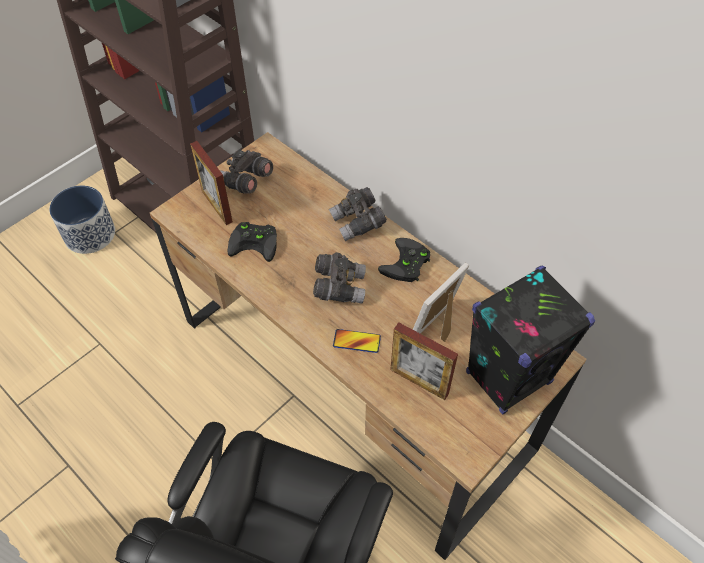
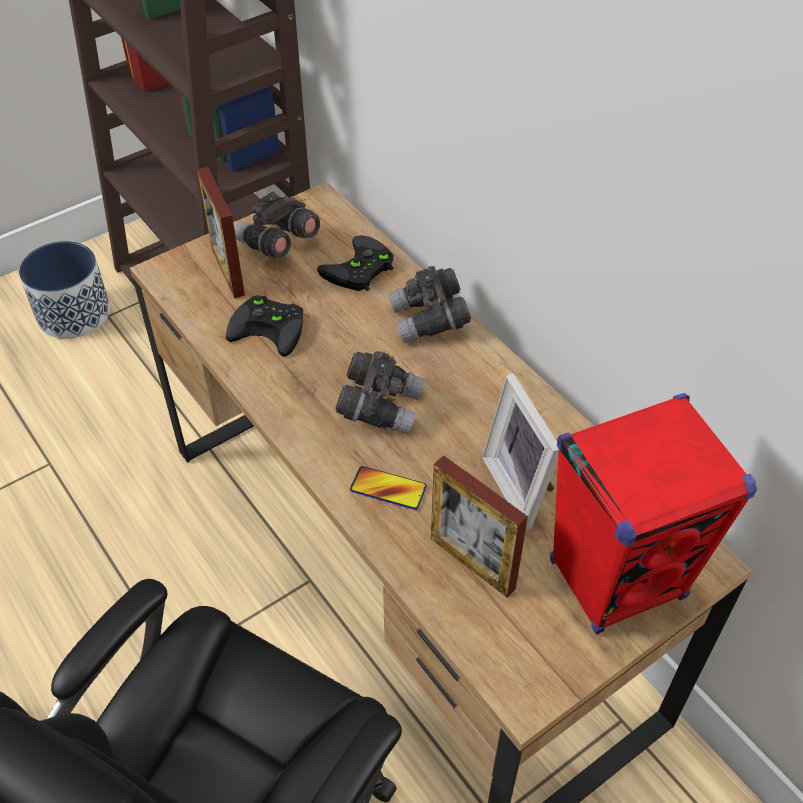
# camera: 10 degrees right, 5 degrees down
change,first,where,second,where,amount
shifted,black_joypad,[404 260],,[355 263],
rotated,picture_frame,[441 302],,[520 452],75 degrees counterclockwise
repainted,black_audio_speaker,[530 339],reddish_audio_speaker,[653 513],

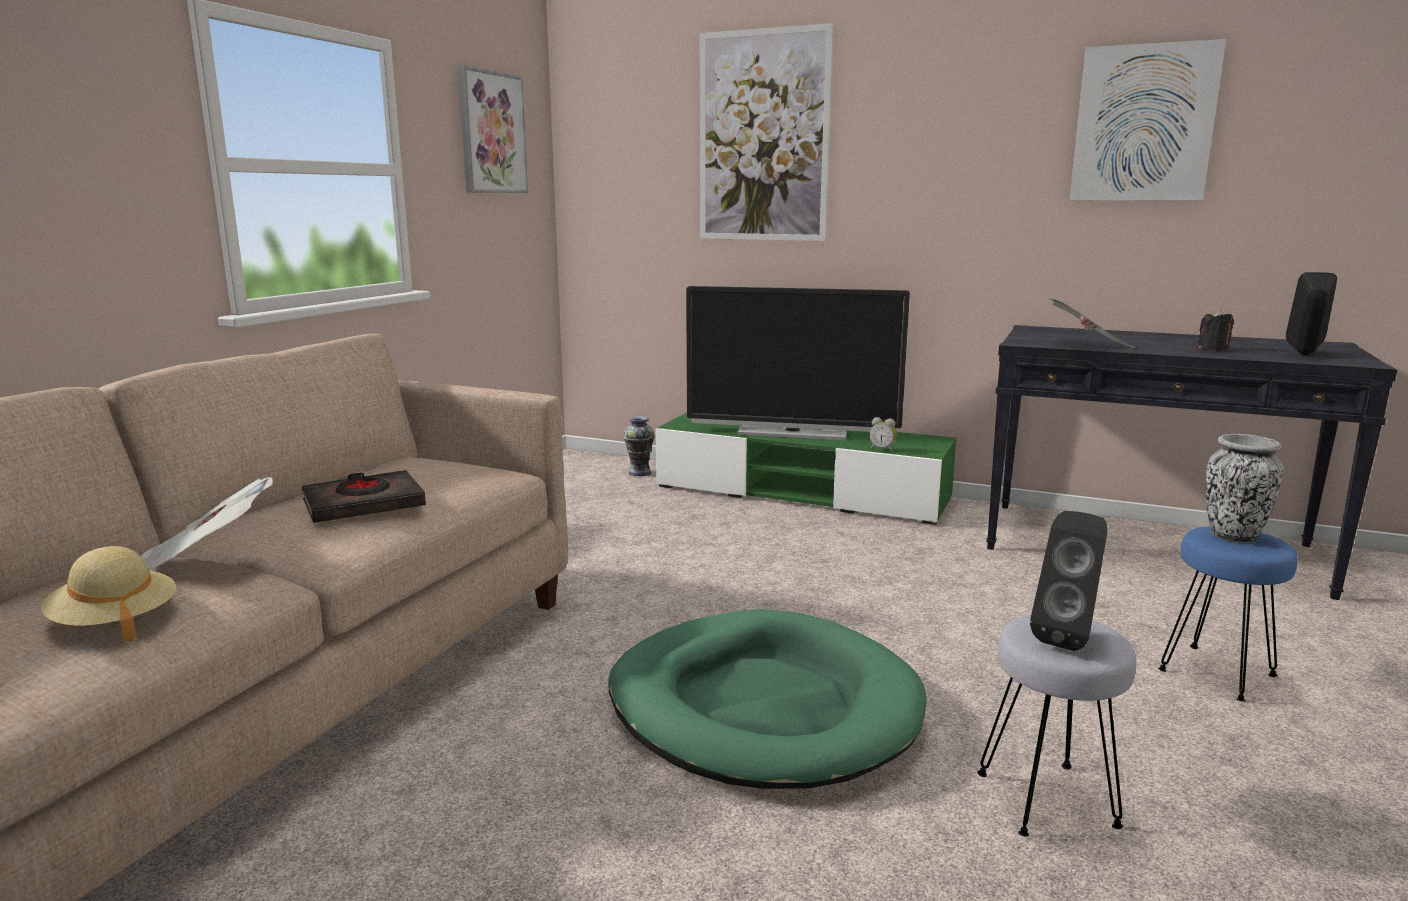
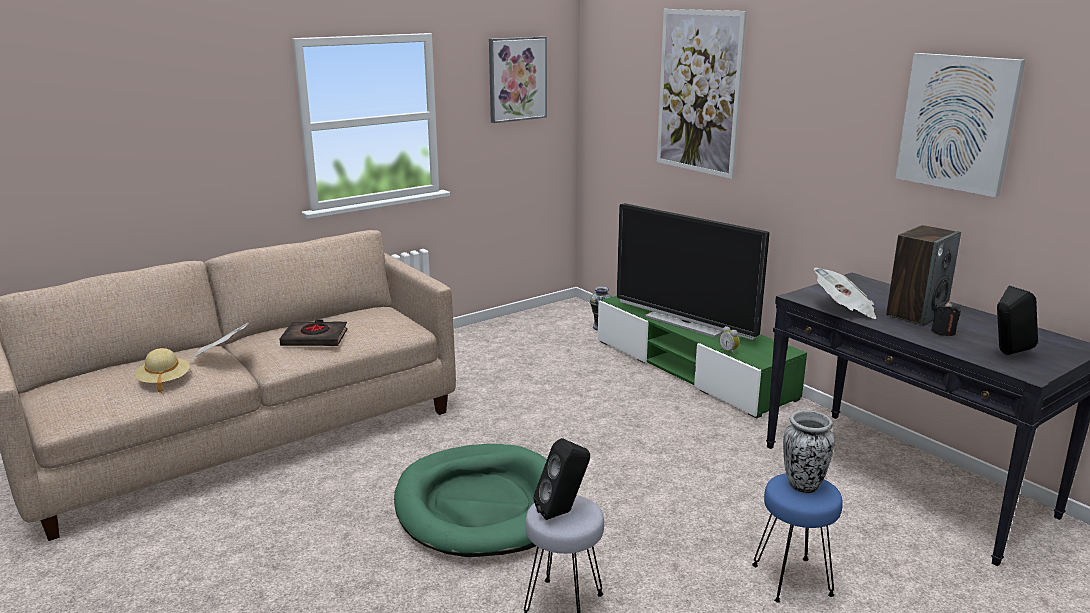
# camera: 30 degrees right, 5 degrees up
change,first,where,second,where,amount
new,,,audio_speaker,[923 275],

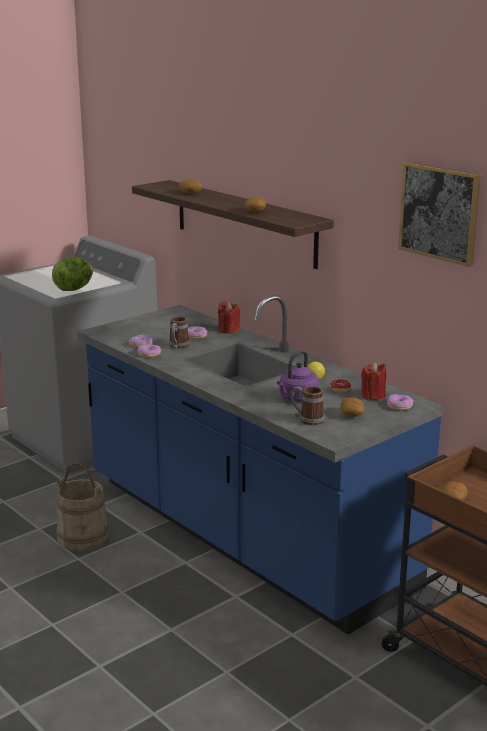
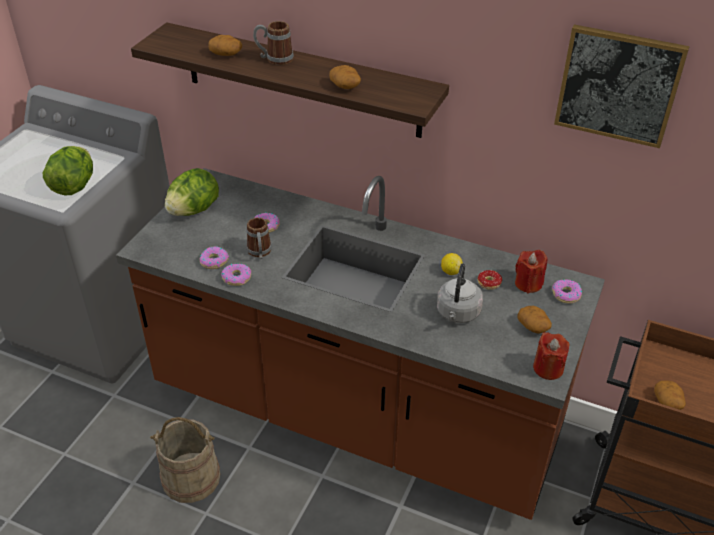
# camera: 25 degrees left, 20 degrees up
change,first,where,second,where,amount
repainted,bluish_kitchen_counter,[260 464],brown-coloured_kitchen_counter,[360 344],
new,,,lettuce,[192 192],
shifted,tea_mug,[307 406],,[273 43],
repainted,purple_tea_kettle,[298 376],greyish_tea_kettle,[460 293],
shifted,reddish_candle,[229 317],,[551 356],

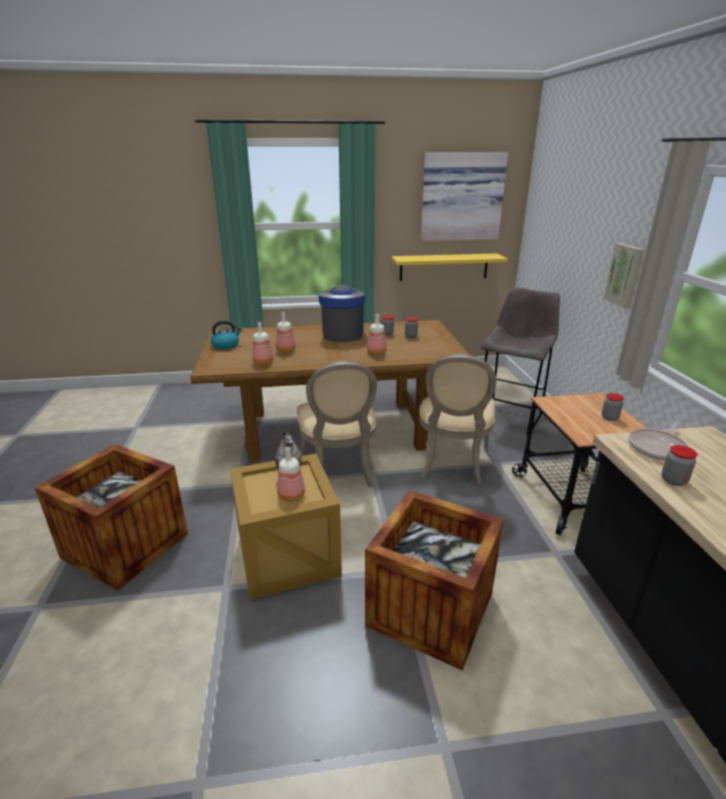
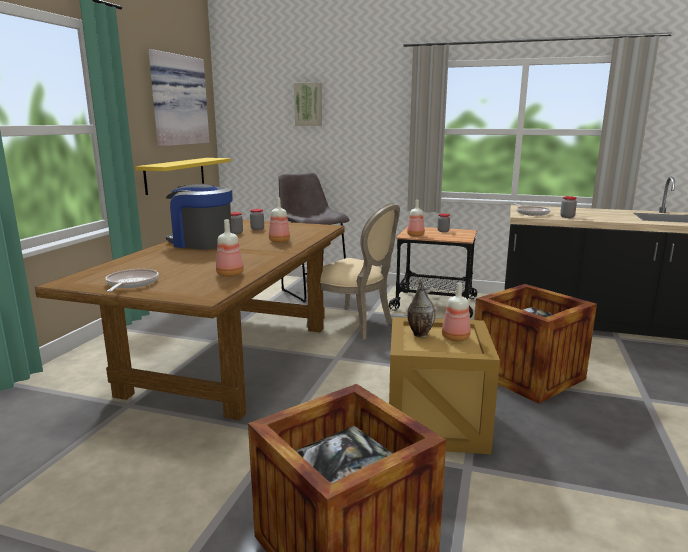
# camera: 65 degrees left, 10 degrees down
change,first,where,second,where,amount
swapped,tea_kettle,[226 335],frying_pan,[132 280],
shifted,wall_picture,[624 276],,[308 104],
shifted,drink_bottle,[286 332],,[416 218],
gone,sand-coloured_chair,[337 423],,,

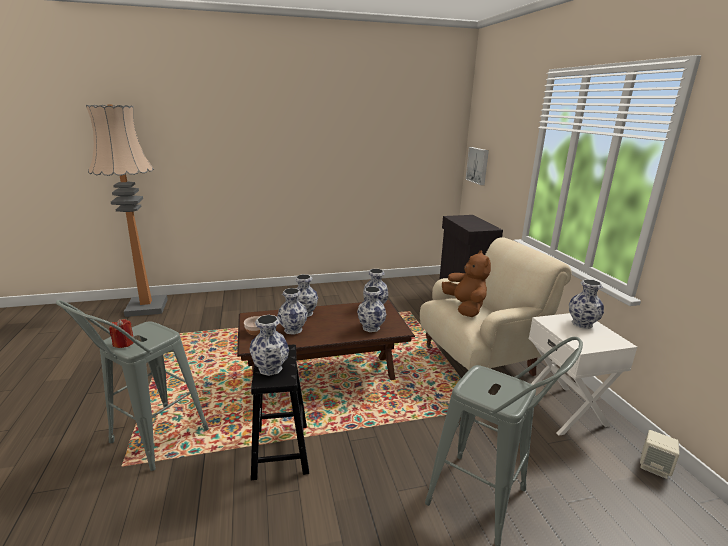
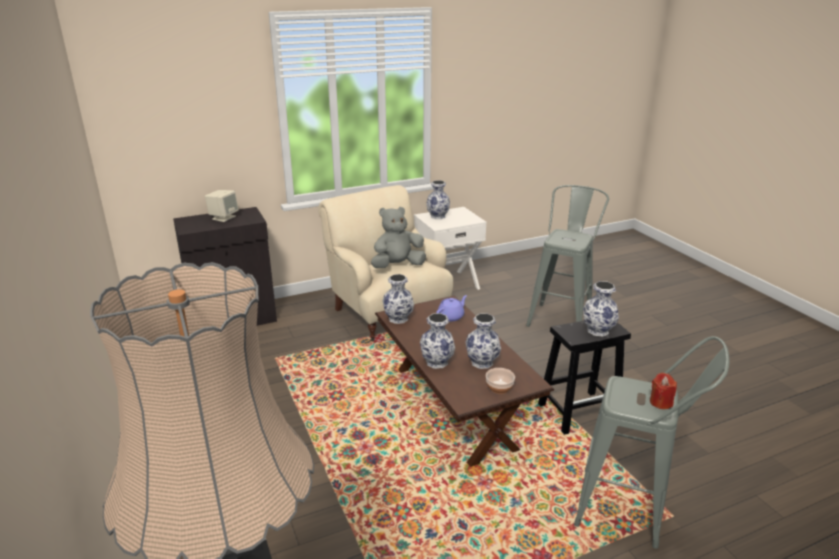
# camera: 100 degrees left, 5 degrees up
change,first,where,second,where,amount
shifted,sand-coloured_audio_speaker,[659 454],,[222 206],
repainted,brown-coloured_plush_toy,[466 283],greyish_plush_toy,[398 237],
swapped,vase,[372 309],purple_pot_for_tea,[451 308],
gone,wall_picture,[477 166],,,

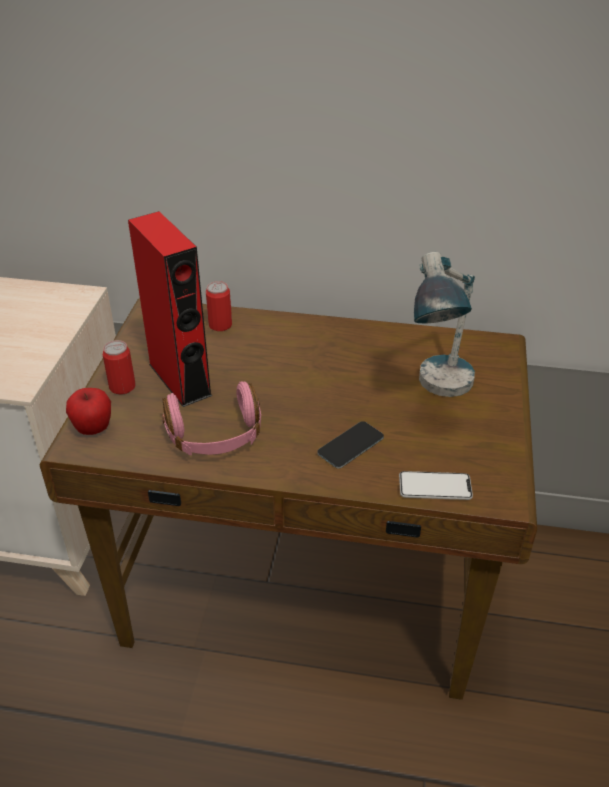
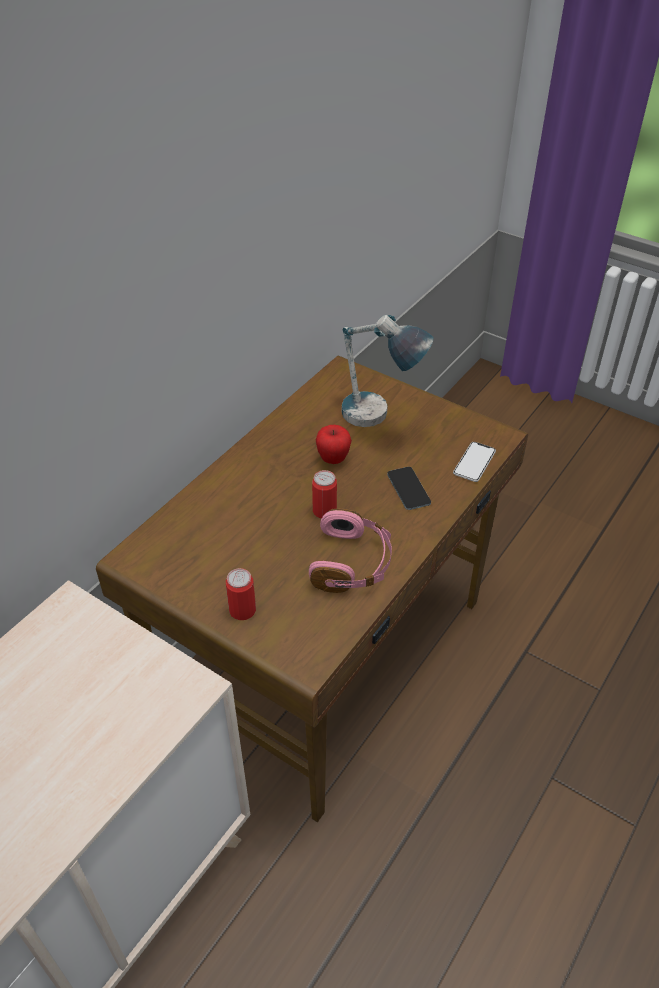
# camera: 65 degrees left, 5 degrees up
change,first,where,second,where,amount
shifted,sealed_can,[219 306],,[324 494],
shifted,apple,[88 411],,[334 444],
gone,reddish_audio_speaker,[170 309],,,

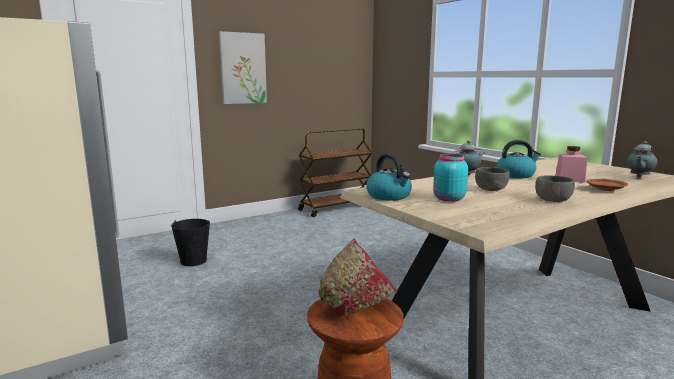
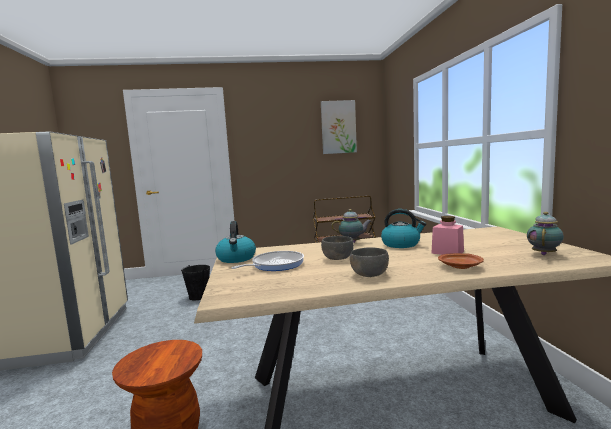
# camera: 25 degrees right, 5 degrees down
change,first,where,second,where,amount
swapped,turquoise_storage_jar,[450 178],frying_pan,[267 261],
shifted,wall_picture,[243 67],,[339 127],
rotated,pot_for_tea,[642 159],,[545 233],150 degrees clockwise
gone,reddish_bowl,[357 277],,,

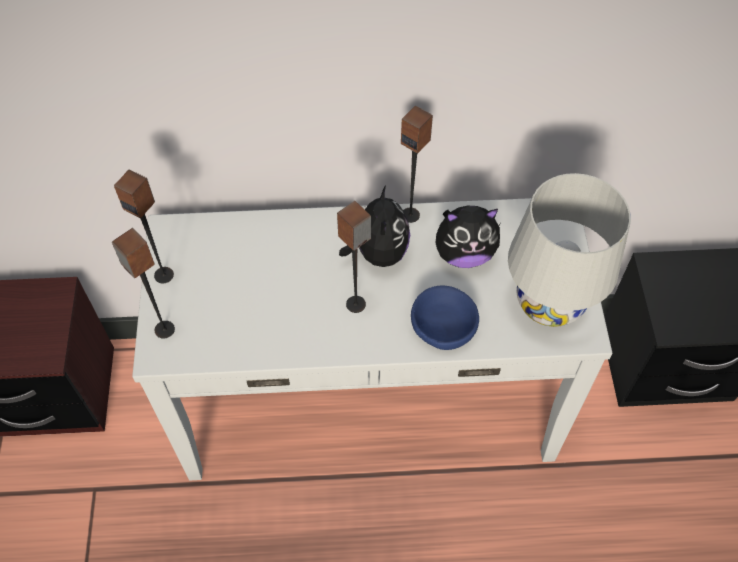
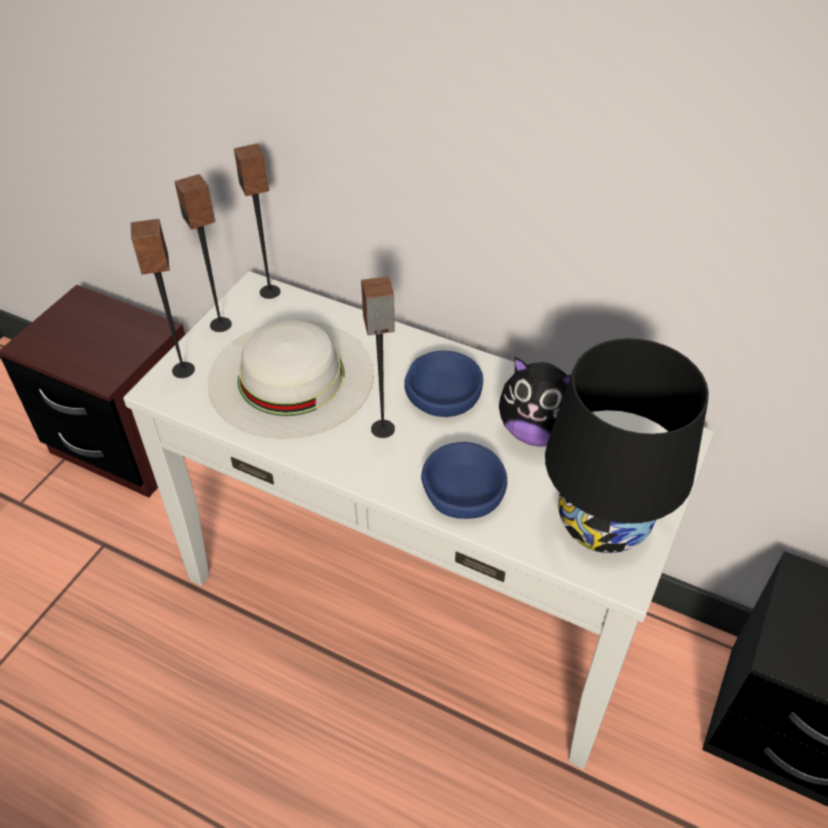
# camera: 30 degrees right, 10 degrees down
change,first,where,second,where,amount
new,,,white_wearable_hat,[291 379],
shifted,audio_speaker,[417 164],,[257 221],
swapped,plush_toy,[374 226],bluish_bowl,[443 383],
repainted,white_lamp_for_a_table,[569 250],black_lamp_for_a_table,[627 445],

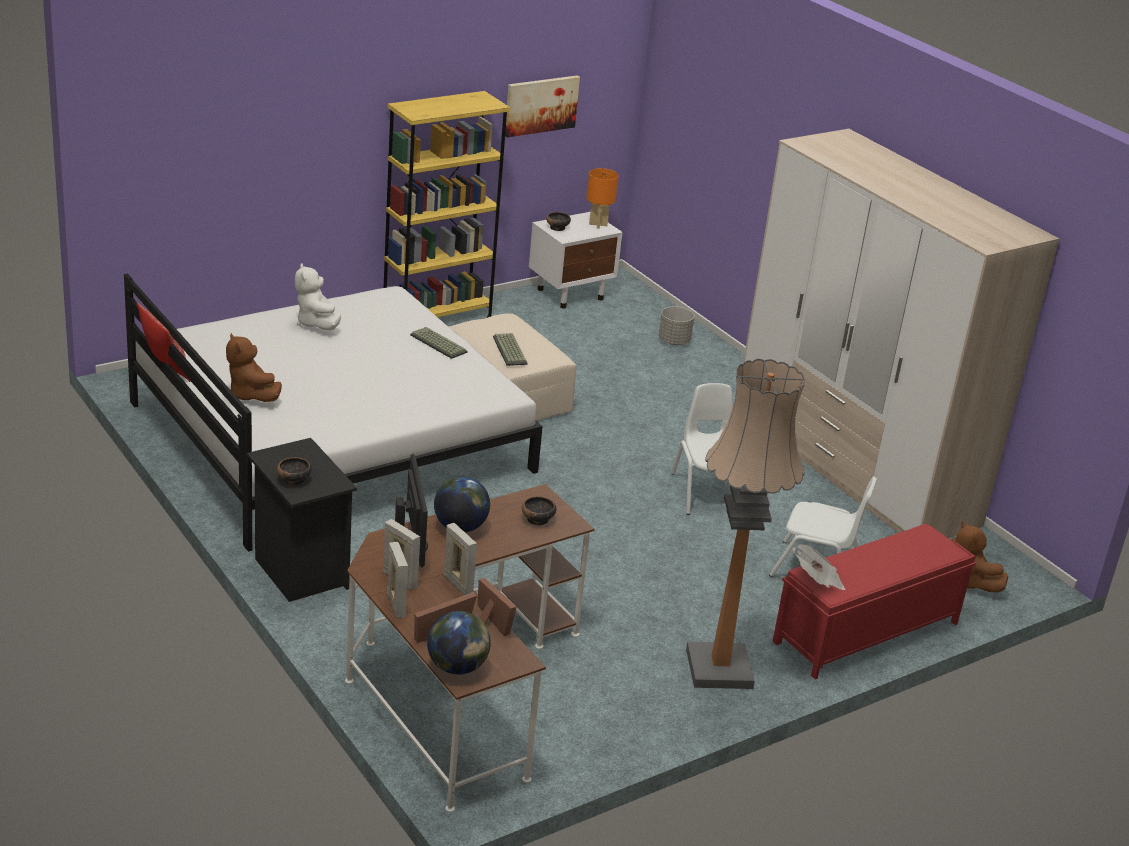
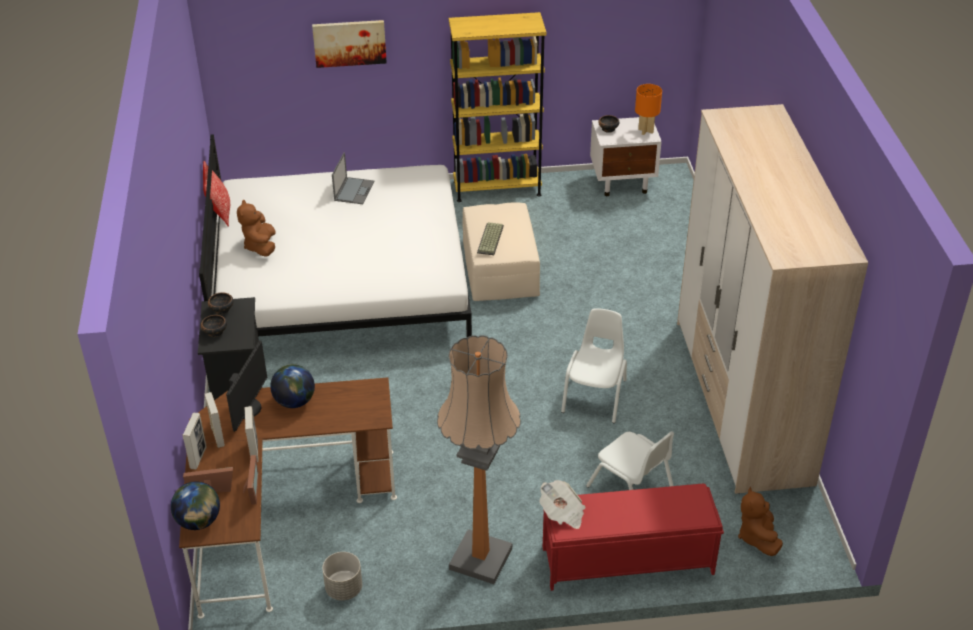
# camera: 30 degrees right, 10 degrees up
change,first,where,second,where,amount
shifted,bowl,[539 511],,[221 303],
shifted,wall_picture,[542 106],,[349 44],
shifted,greyish_flower_pot,[676 325],,[342 576],
swapped,white_plush_toy,[318 296],notebook_computer,[353 178],
gone,keyboard,[438 343],,,

